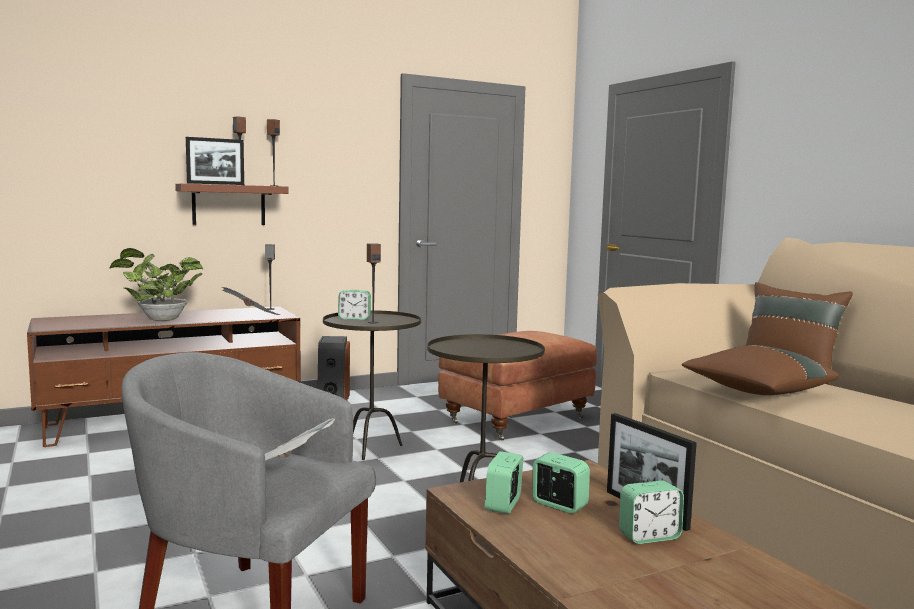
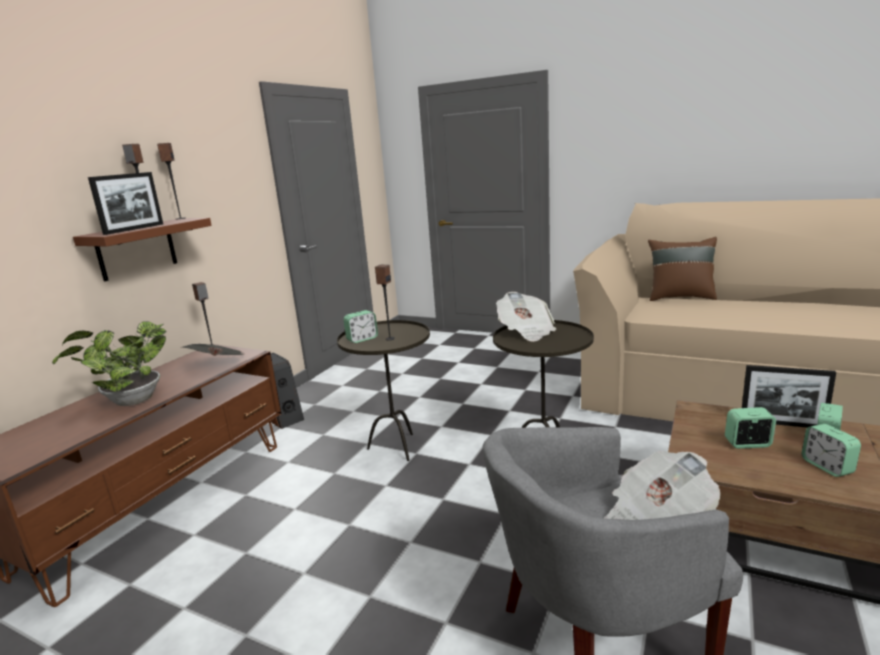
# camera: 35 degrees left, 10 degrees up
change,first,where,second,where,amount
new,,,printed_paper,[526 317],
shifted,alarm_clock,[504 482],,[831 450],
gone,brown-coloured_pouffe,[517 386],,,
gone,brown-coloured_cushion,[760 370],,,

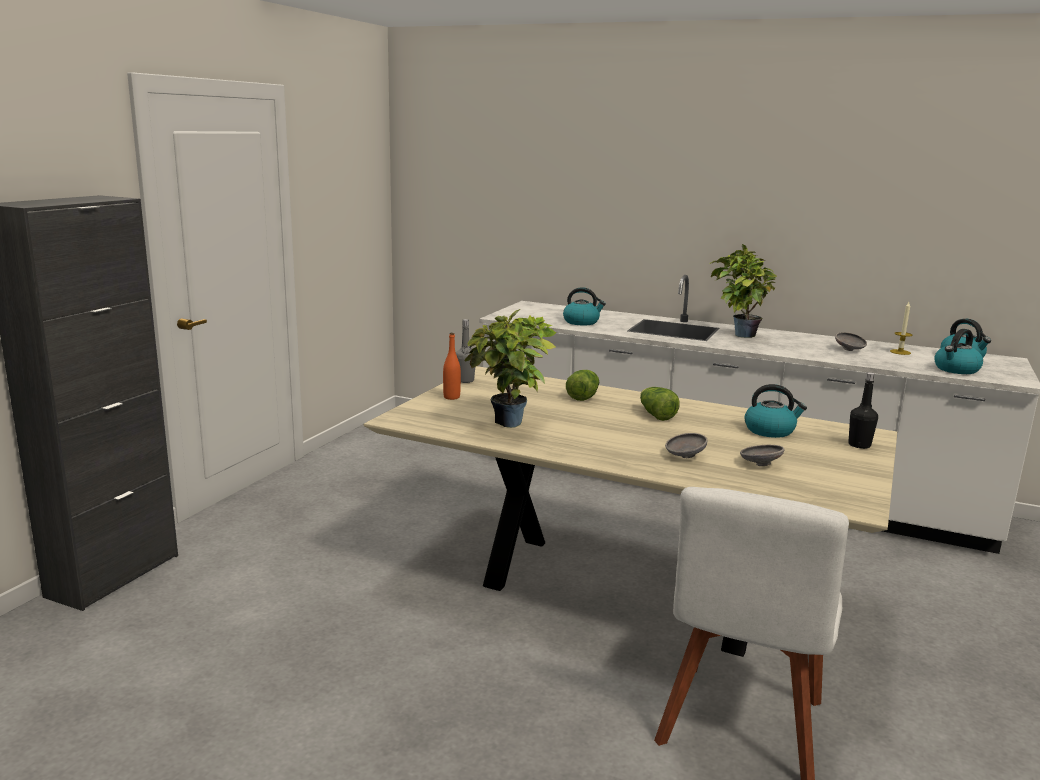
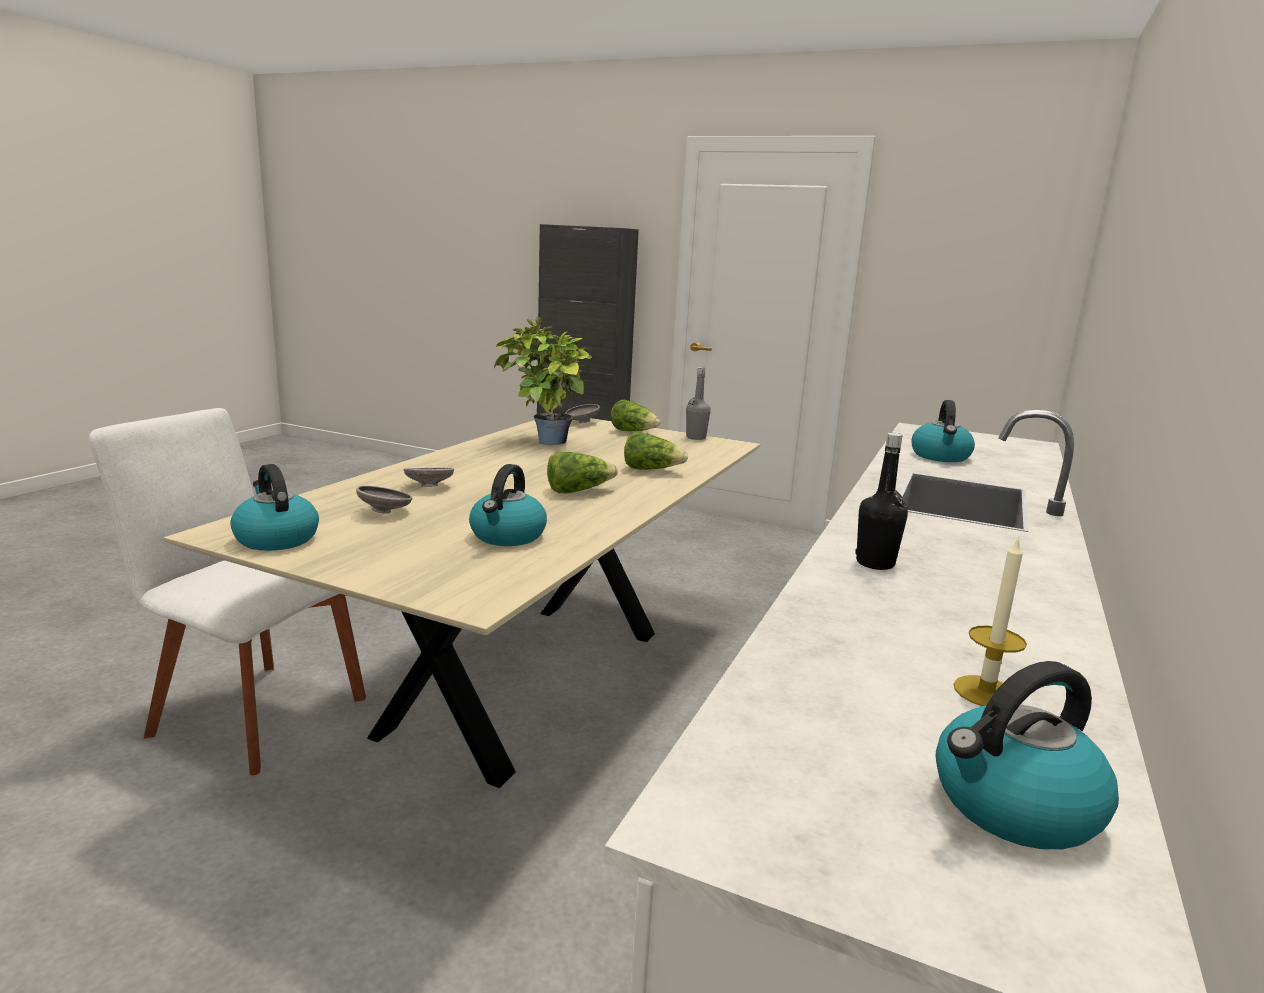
# camera: 90 degrees right, 0 degrees up
change,first,where,second,where,amount
shifted,tea_kettle,[958 351],,[274 507],
shifted,greyish_bowl,[851 341],,[582 413],
swapped,orange-coloured_drink_bottle,[452 366],lettuce,[636 415],
shifted,black_drink_bottle,[863 410],,[881 501],
gone,potted_plant,[743 291],,,

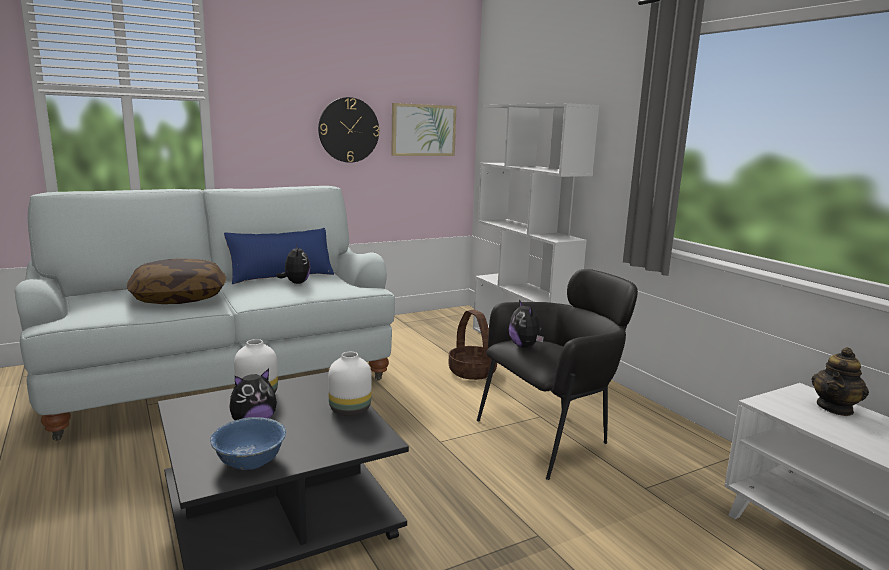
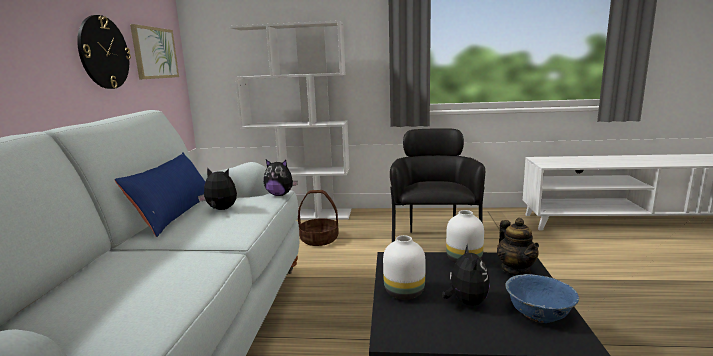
# camera: 55 degrees left, 0 degrees up
change,first,where,second,where,amount
shifted,plush_toy,[526 324],,[281 178],
shifted,pot_for_tea,[840 381],,[518 247],
gone,cushion,[176 281],,,

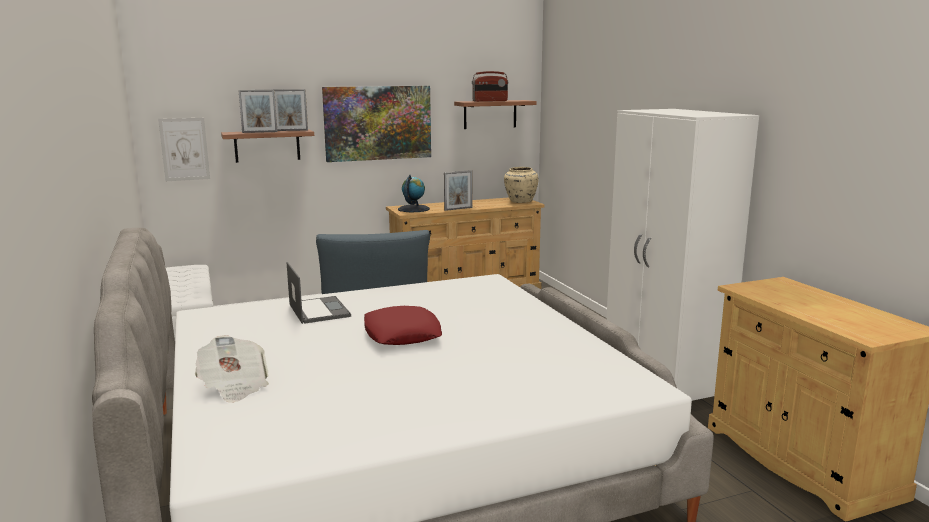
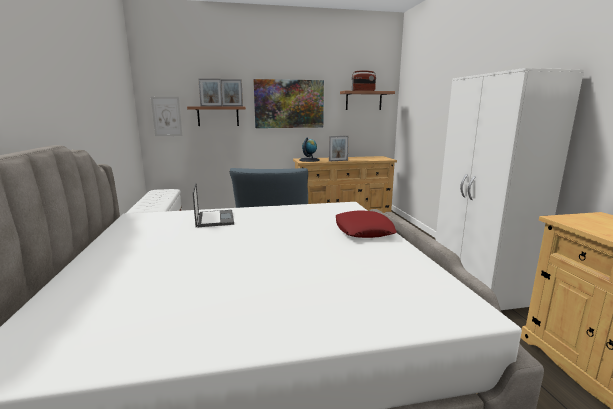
# camera: 10 degrees right, 0 degrees up
change,first,where,second,where,amount
shifted,reddish_cushion,[403 325],,[366 224],
gone,printed_paper,[232 369],,,
gone,sand-coloured_vase,[521 185],,,

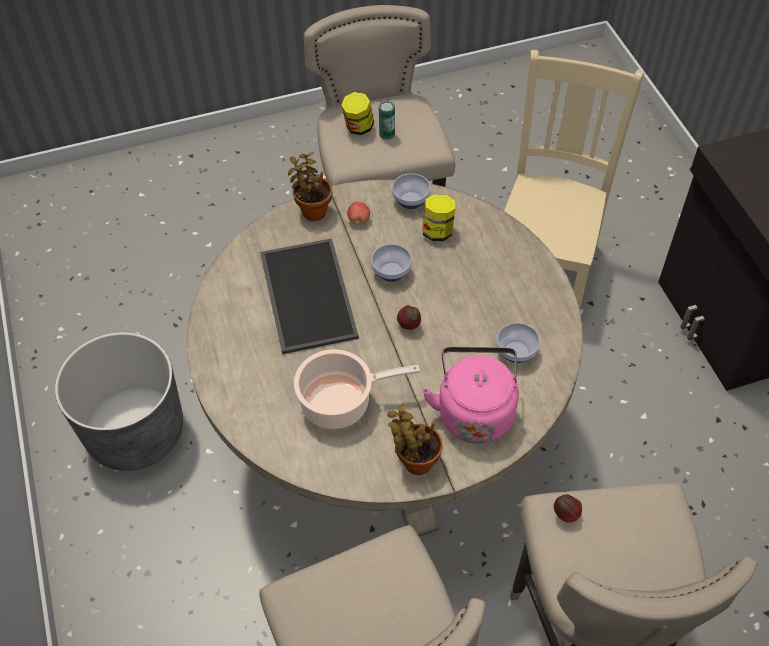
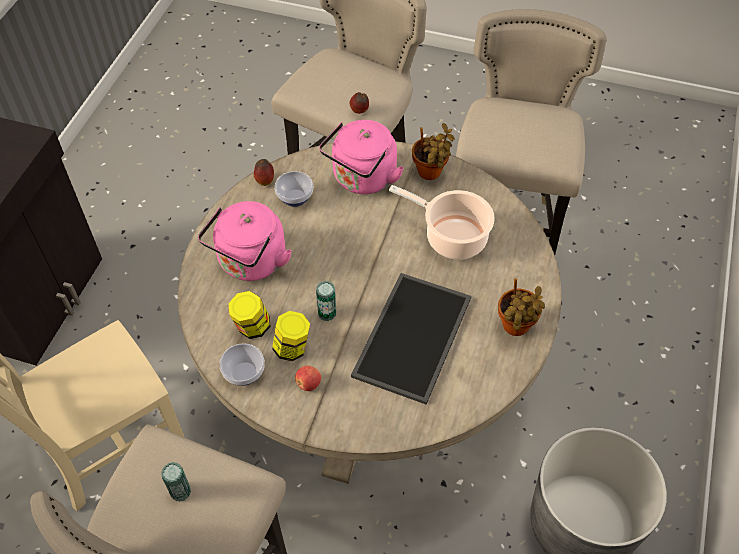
# camera: 145 degrees left, 0 degrees up
change,first,where,second,where,amount
new,,,pink_tea_kettle,[245 241],
shifted,apple,[409 317],,[264 172],
shifted,storage_jar,[357 113],,[291 336],
swapped,bowl,[391 263],sealed_can,[326 301],
shifted,potted_plant,[310 186],,[521 307],

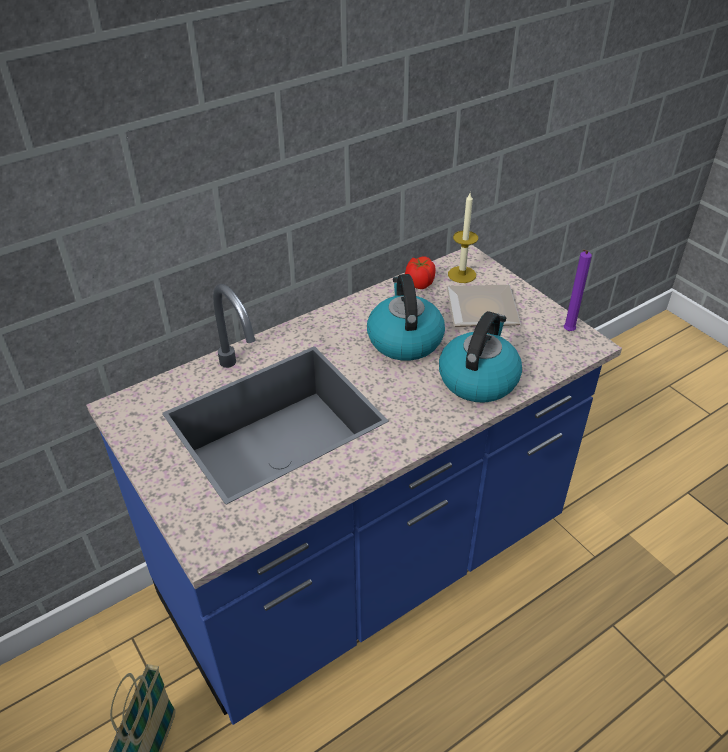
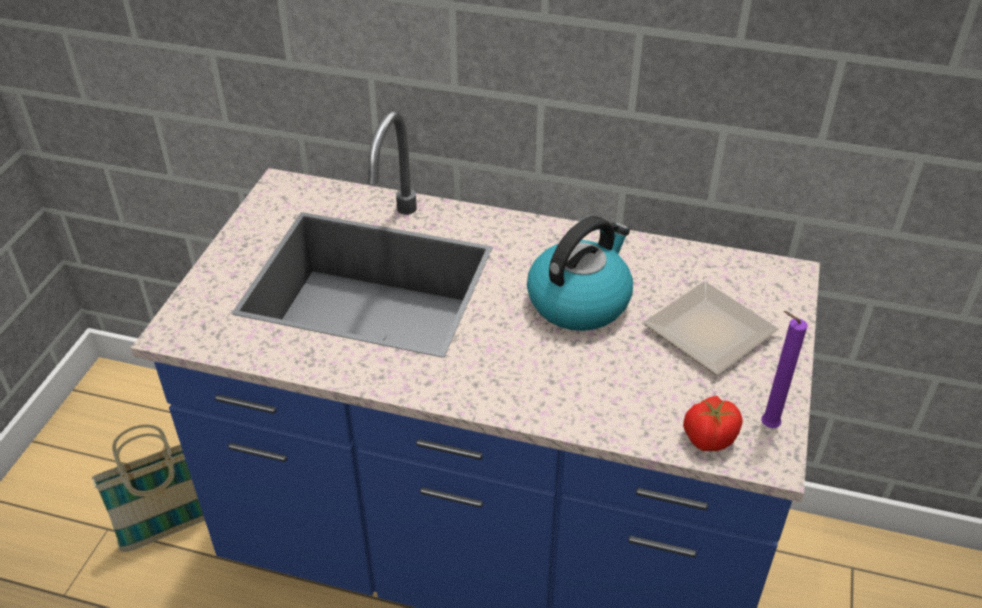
# camera: 50 degrees right, 0 degrees up
change,first,where,second,where,amount
shifted,tomato,[420 272],,[713 423],
gone,tea_kettle,[480 357],,,
gone,candle,[463 238],,,

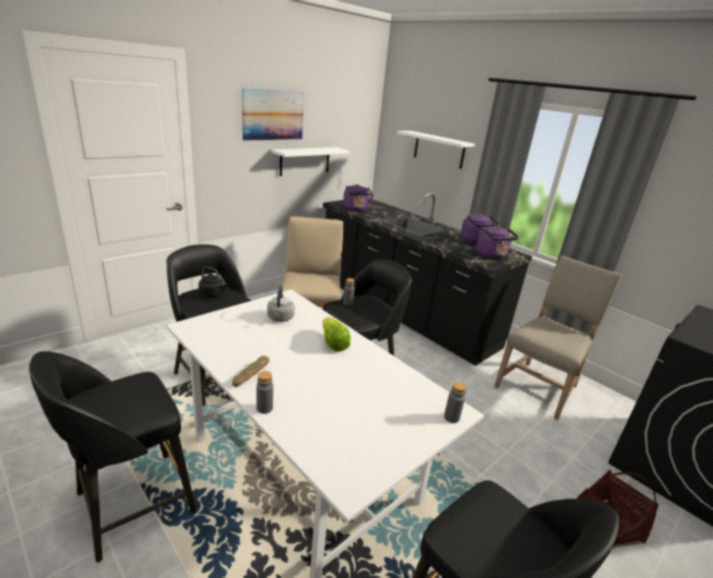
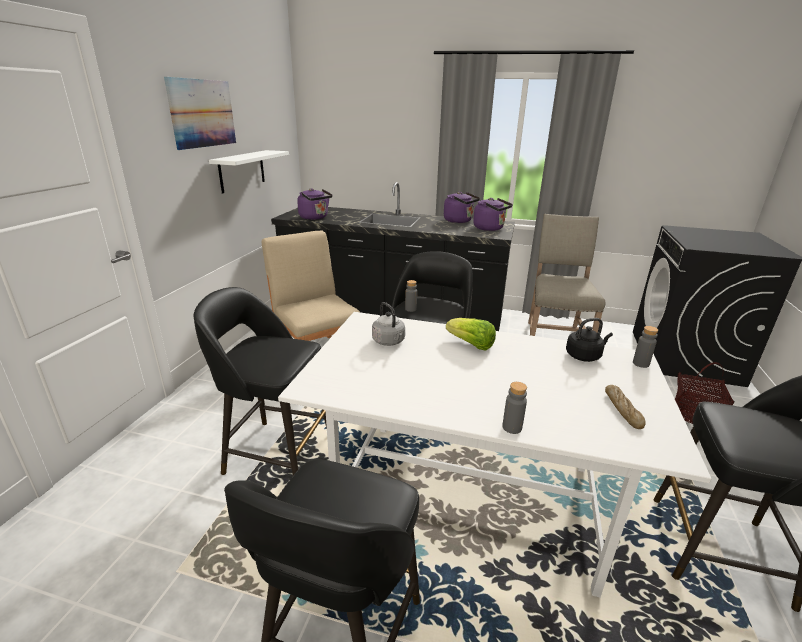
# camera: 30 degrees left, 0 degrees up
change,first,where,second,where,amount
shifted,black_tea_kettle,[213 282],,[589 340],
shifted,baked_bread,[250 371],,[625 407],
gone,white_shelf,[436 150],,,

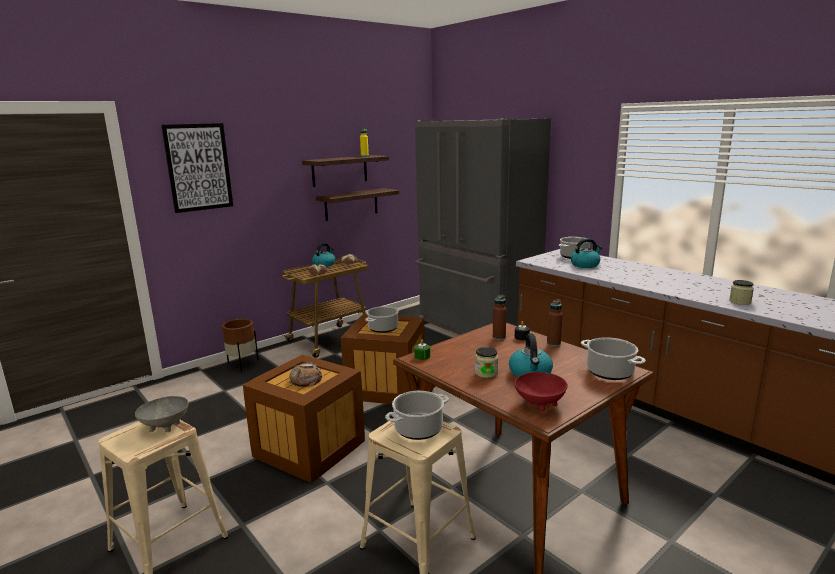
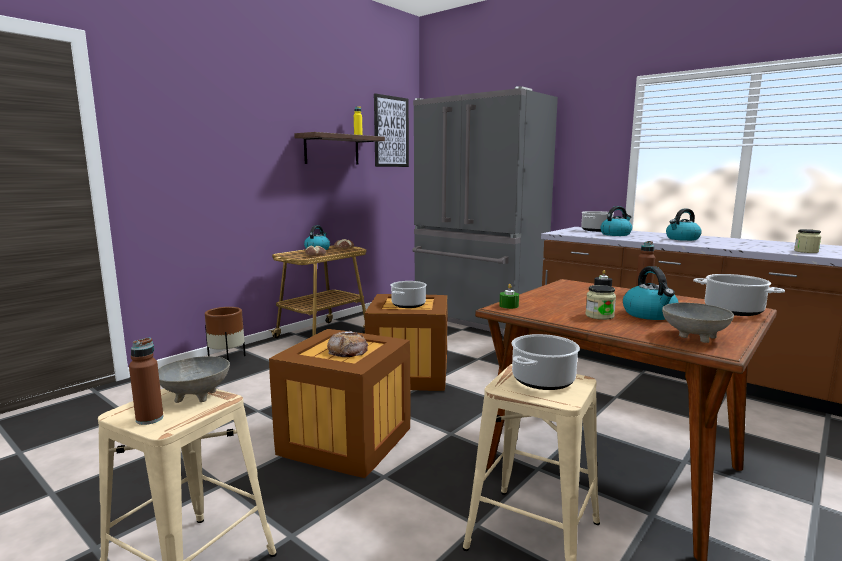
# camera: 10 degrees left, 5 degrees down
change,first,where,second,where,amount
shifted,brown-coloured_drink_bottle,[500 317],,[146 381],
shifted,wall_picture,[197 168],,[391 130],
repainted,reddish_bowl,[541 391],greyish_bowl,[698 322],
new,,,tea_kettle,[684 224],
gone,shelf,[357 204],,,

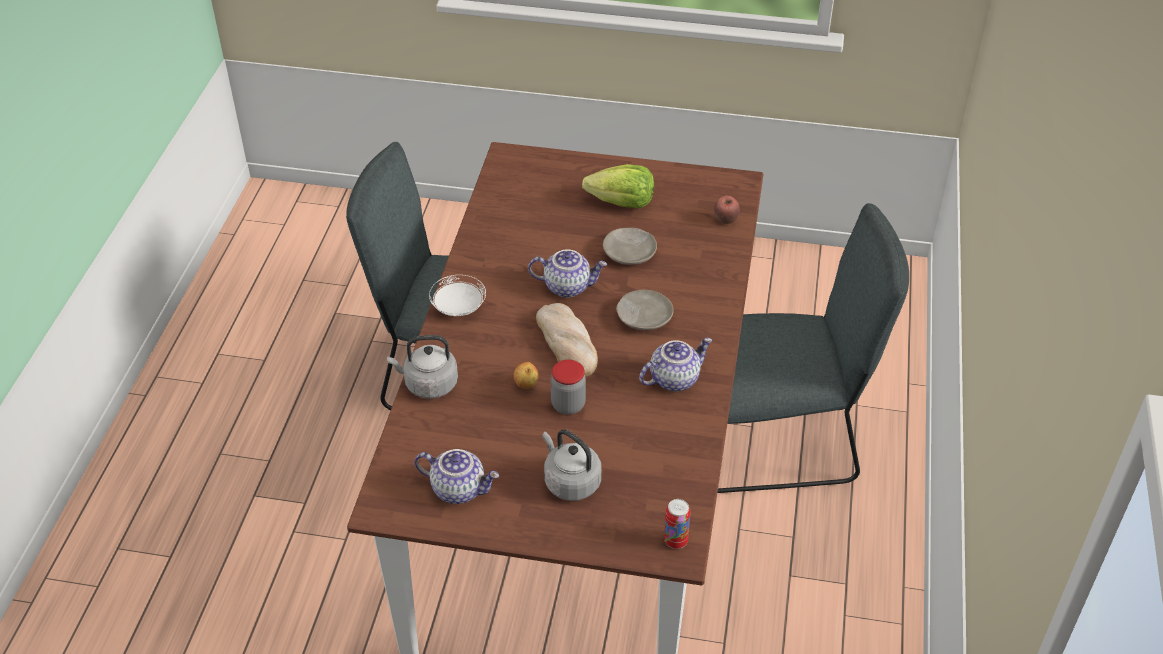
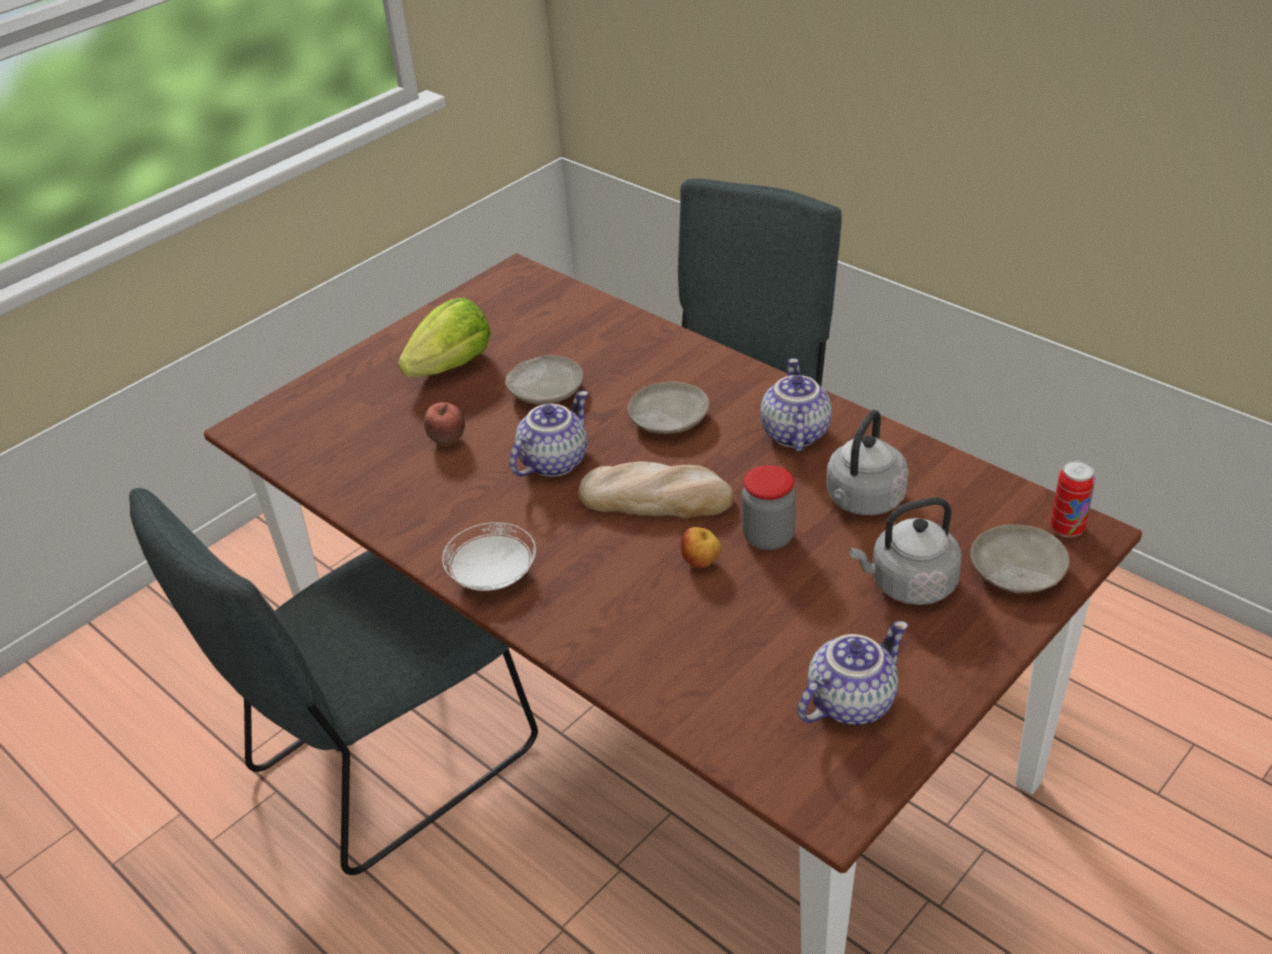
# camera: 55 degrees left, 5 degrees down
change,first,where,second,where,amount
shifted,apple,[727 210],,[444 424],
shifted,greyish_tea_kettle,[422 367],,[867 462],
new,,,sand-coloured_plate,[1019 558],

